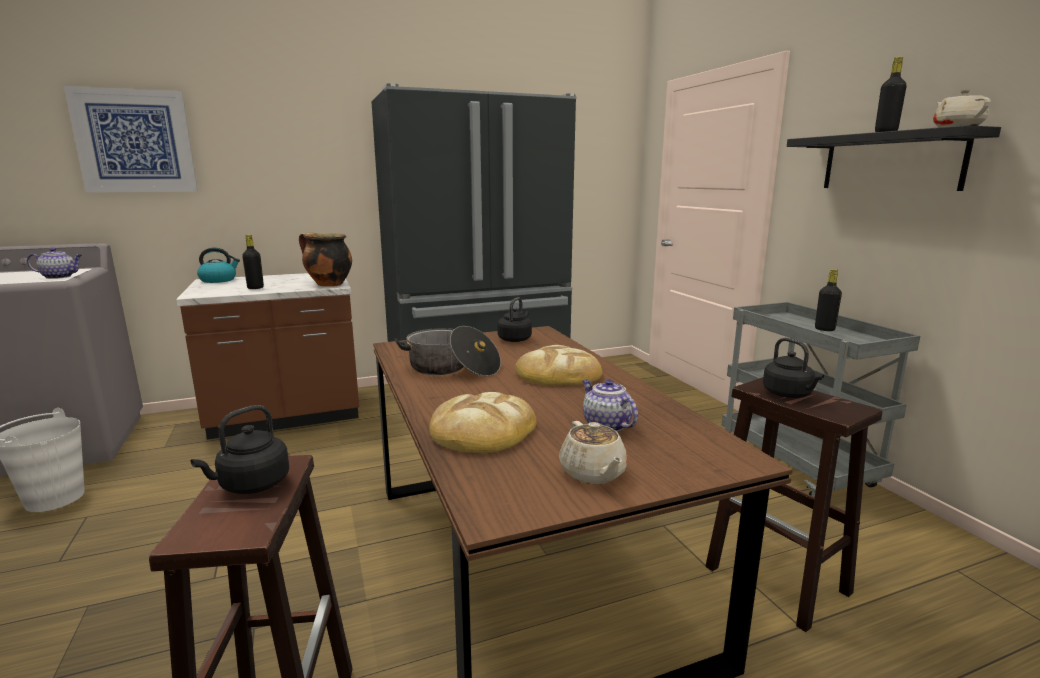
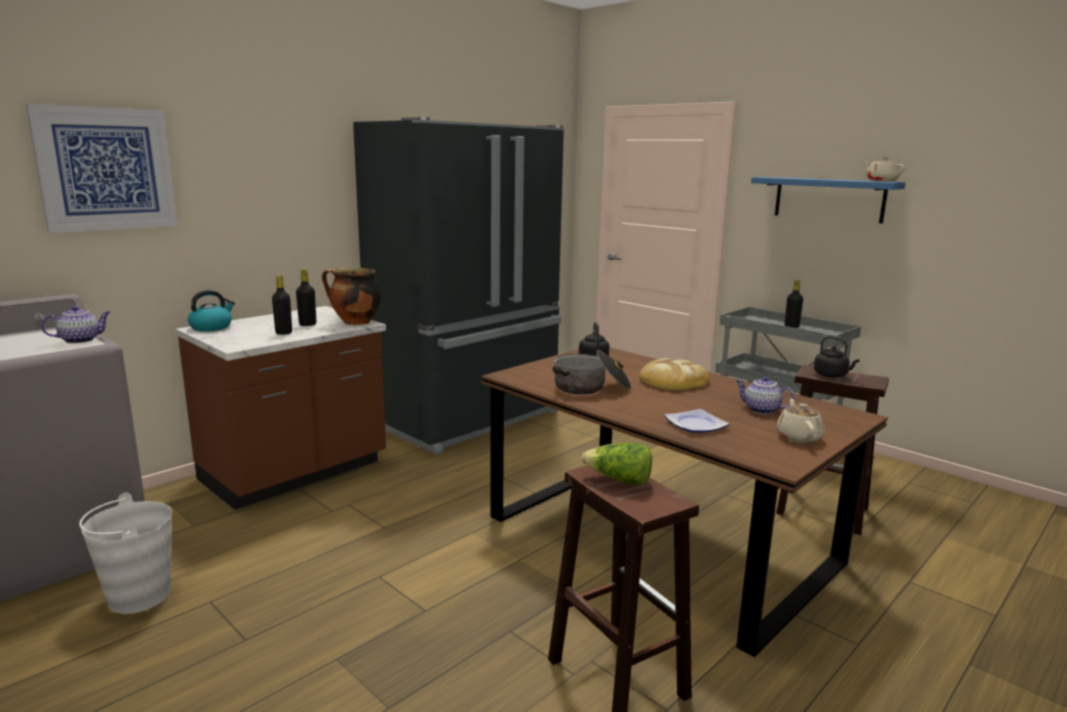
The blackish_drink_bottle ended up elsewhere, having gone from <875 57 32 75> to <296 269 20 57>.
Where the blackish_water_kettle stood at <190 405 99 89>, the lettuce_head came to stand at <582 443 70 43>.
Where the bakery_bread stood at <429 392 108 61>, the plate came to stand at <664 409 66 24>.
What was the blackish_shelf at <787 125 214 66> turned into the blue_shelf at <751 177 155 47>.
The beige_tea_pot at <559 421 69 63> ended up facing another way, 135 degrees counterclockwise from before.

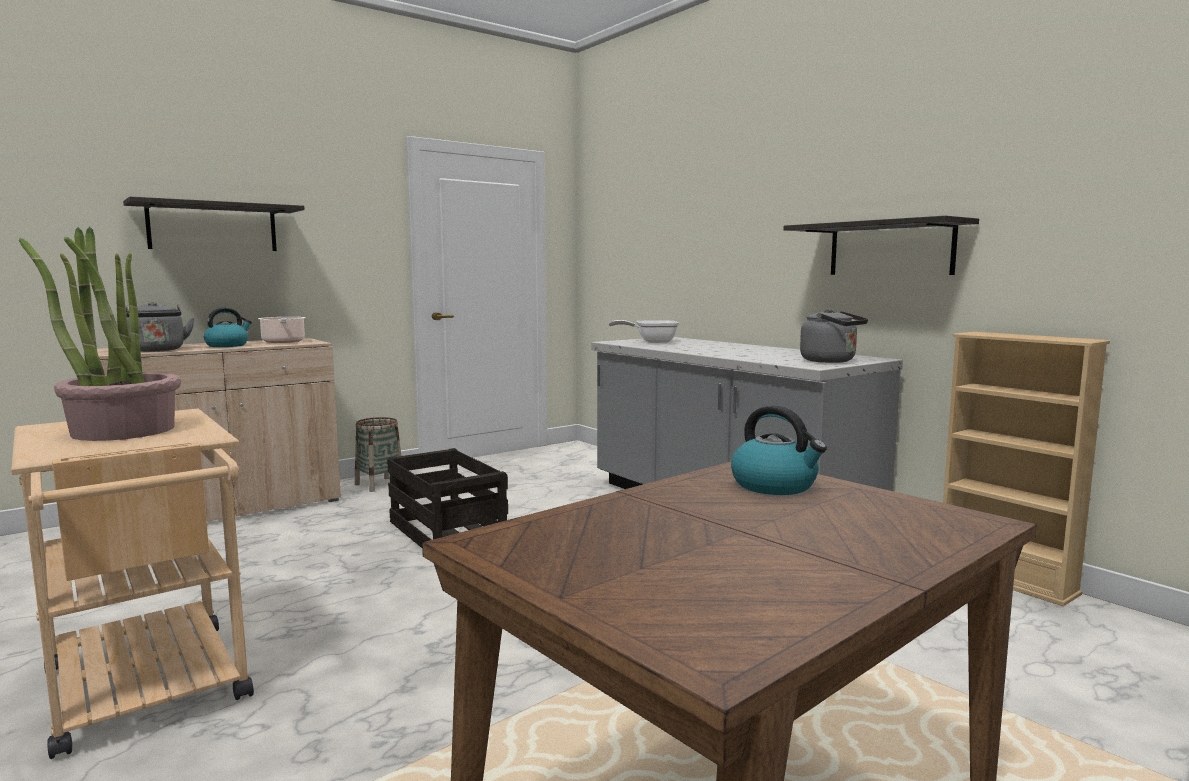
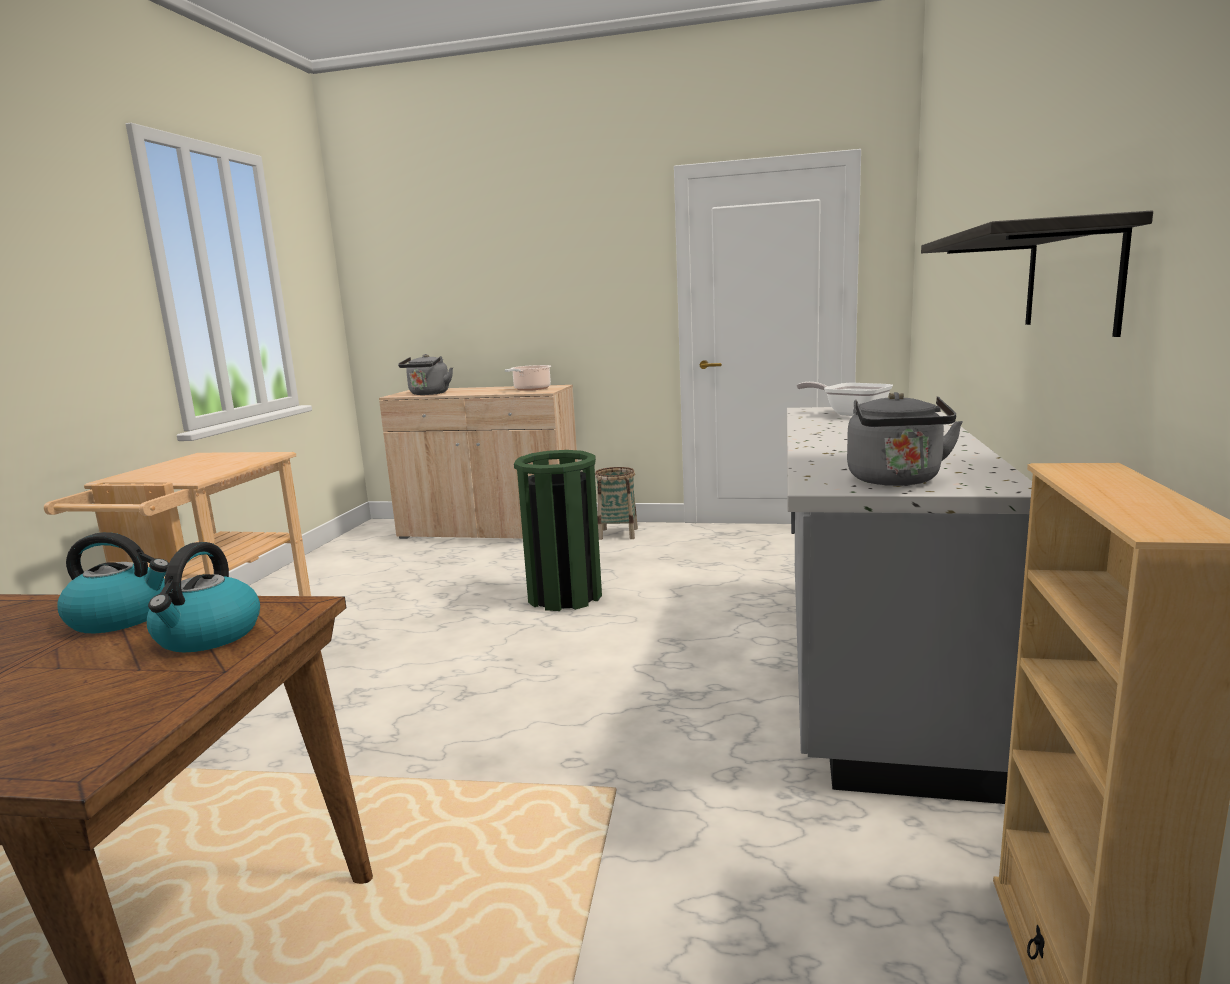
The water_kettle ended up elsewhere, having gone from <204 308 48 39> to <57 532 112 101>.
Where the crate stood at <387 448 121 100>, the green_waste_bin came to stand at <514 450 88 161>.
The second view lost the houseplant at <19 227 162 214>.
The second view lost the shelf at <123 197 182 54>.

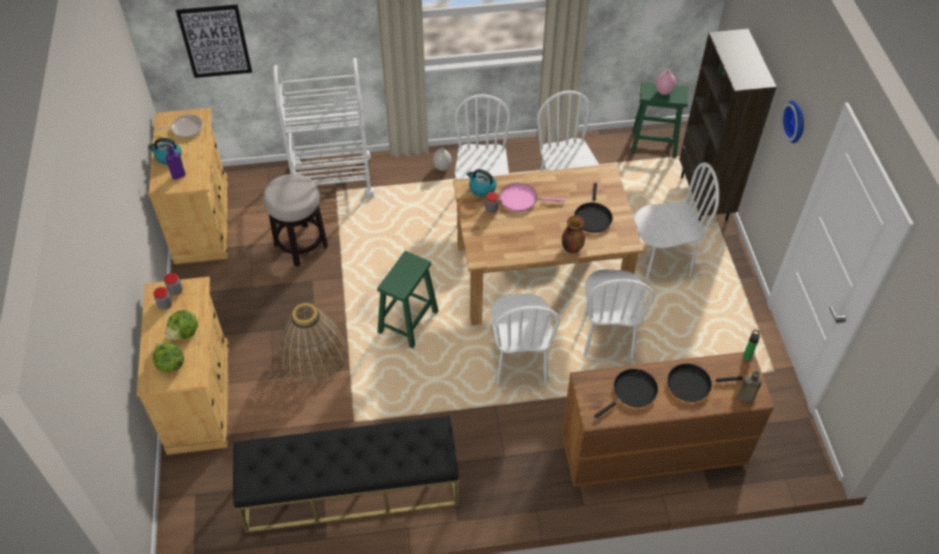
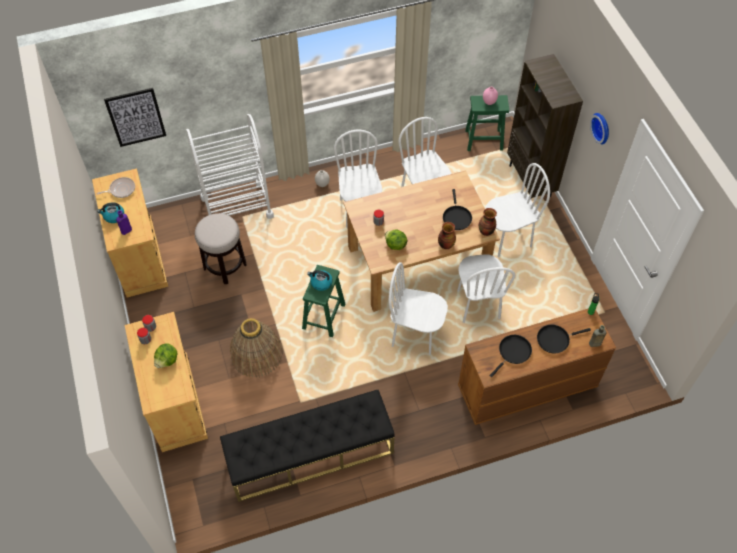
The water_kettle ended up elsewhere, having gone from <467 169 29 28> to <307 270 26 21>.
The lettuce_head ended up elsewhere, having gone from <153 342 31 30> to <385 230 22 20>.
The whitish_chair at <491 294 69 91> ended up facing another way, 120 degrees clockwise from before.
The second view gained the flower_vase at <479 208 18 28>.
The second view lost the pink-coloured_pan at <499 183 66 29>.

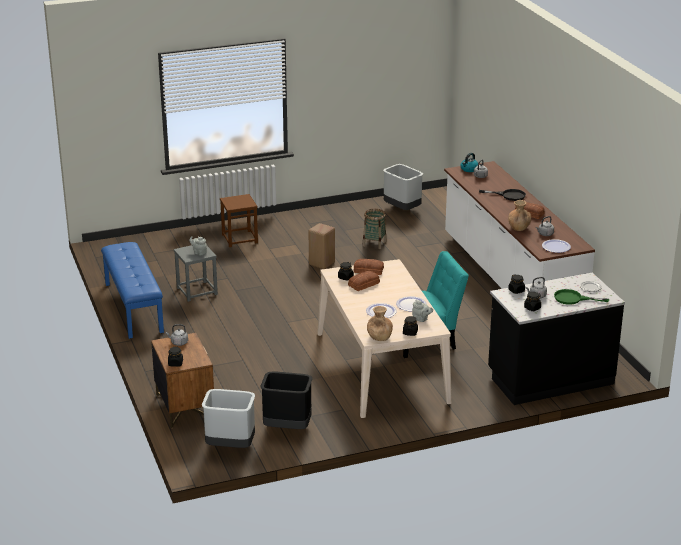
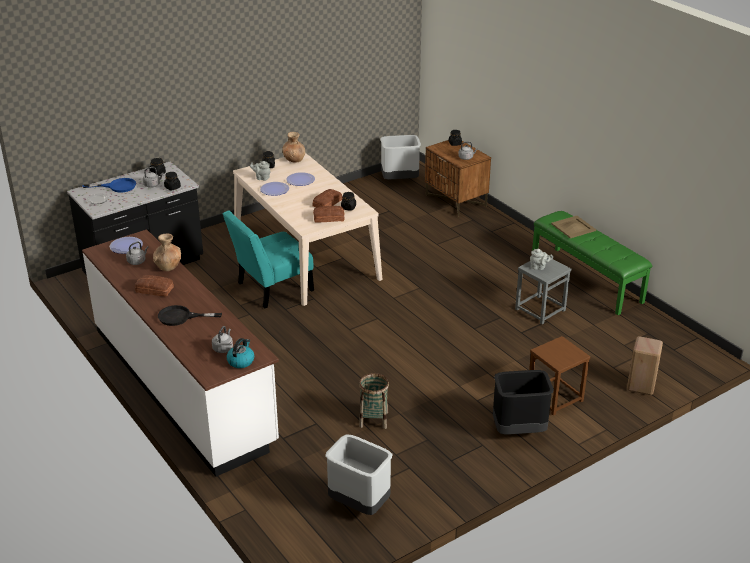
What was the green_pan at <554 289 55 16> turned into the blue_pan at <83 178 53 15>.
The blackish_waste_bin ended up elsewhere, having gone from <260 371 53 58> to <493 370 61 64>.
What was the blue_indoor_bench at <101 242 63 97> turned into the green_indoor_bench at <532 211 120 104>.
The second view gained the beige_serving_tray at <551 216 45 22>.
The beige_sitting_stool ended up elsewhere, having gone from <309 223 26 46> to <627 336 36 59>.

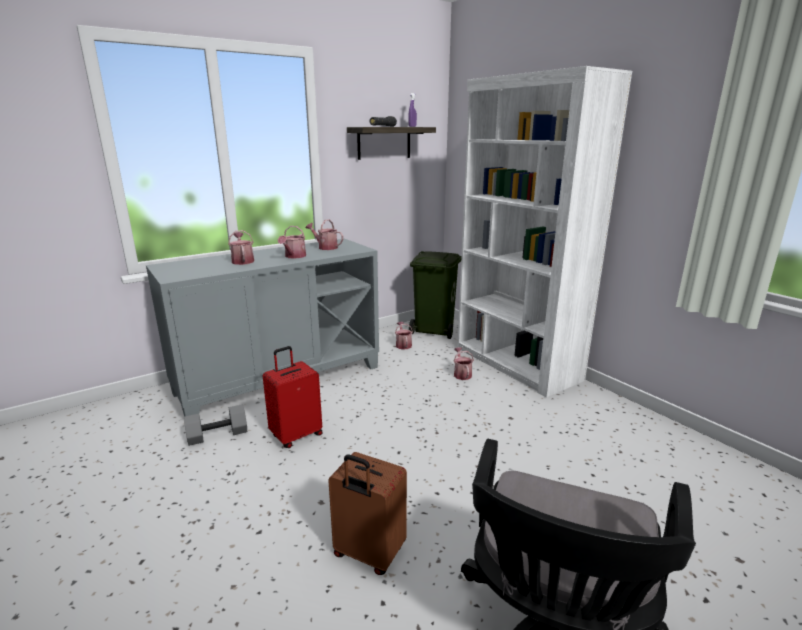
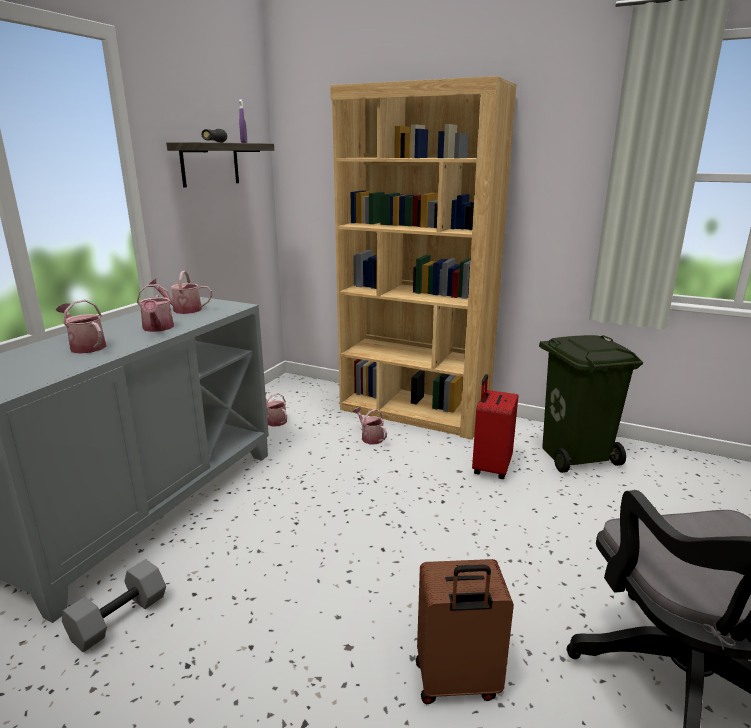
What was the whitish_shelving_unit at <457 66 175 332> turned into the brown-coloured_shelving_unit at <330 76 186 364>.
The red-coloured_suitcase ended up elsewhere, having gone from <263 346 60 102> to <472 374 46 105>.
The green_waste_bin ended up elsewhere, having gone from <409 251 53 88> to <539 335 104 138>.

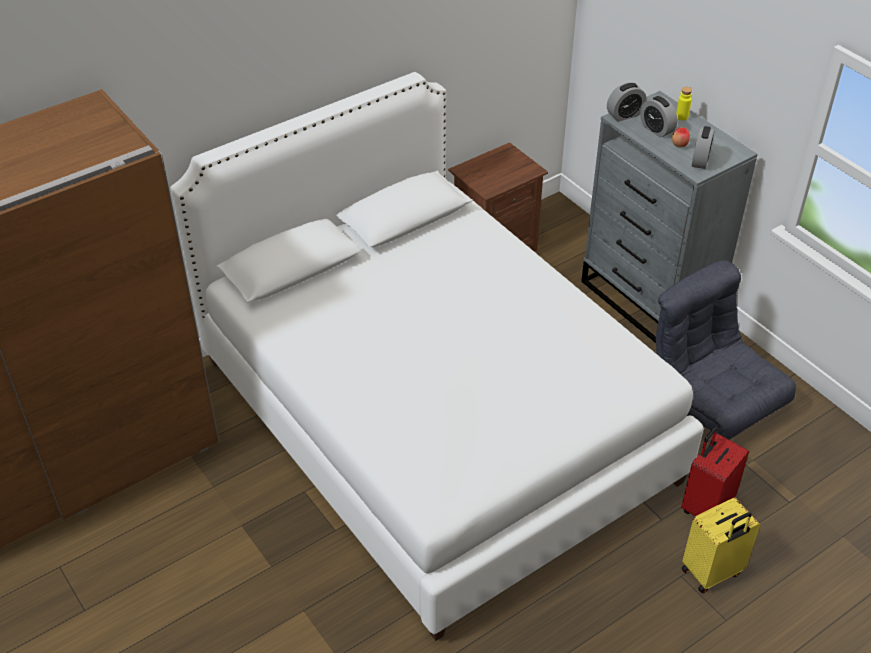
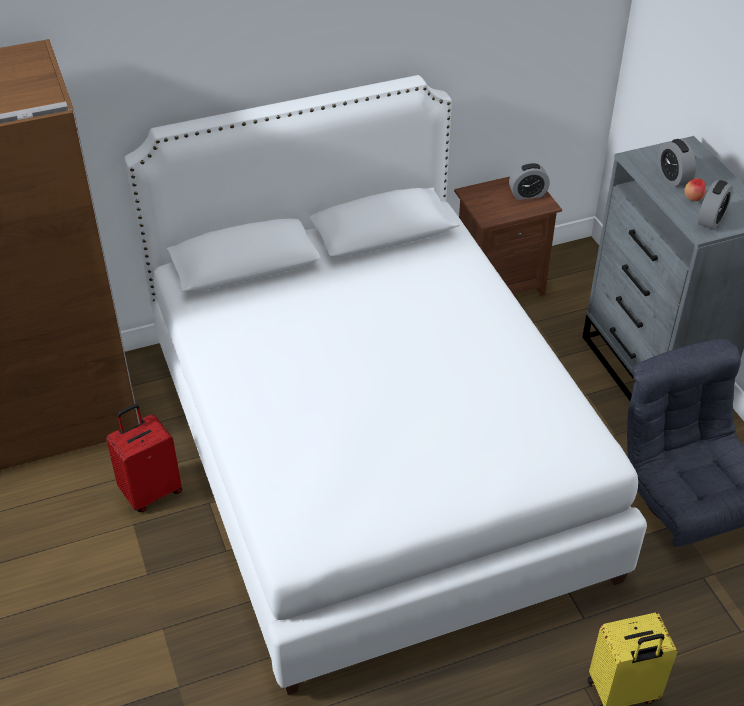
The red-coloured_suitcase ended up elsewhere, having gone from <681 427 68 89> to <106 404 76 108>.
The bedside_clock ended up elsewhere, having gone from <607 82 40 40> to <509 163 41 37>.
The second view lost the yellow-coloured_drink_bottle at <676 87 16 34>.

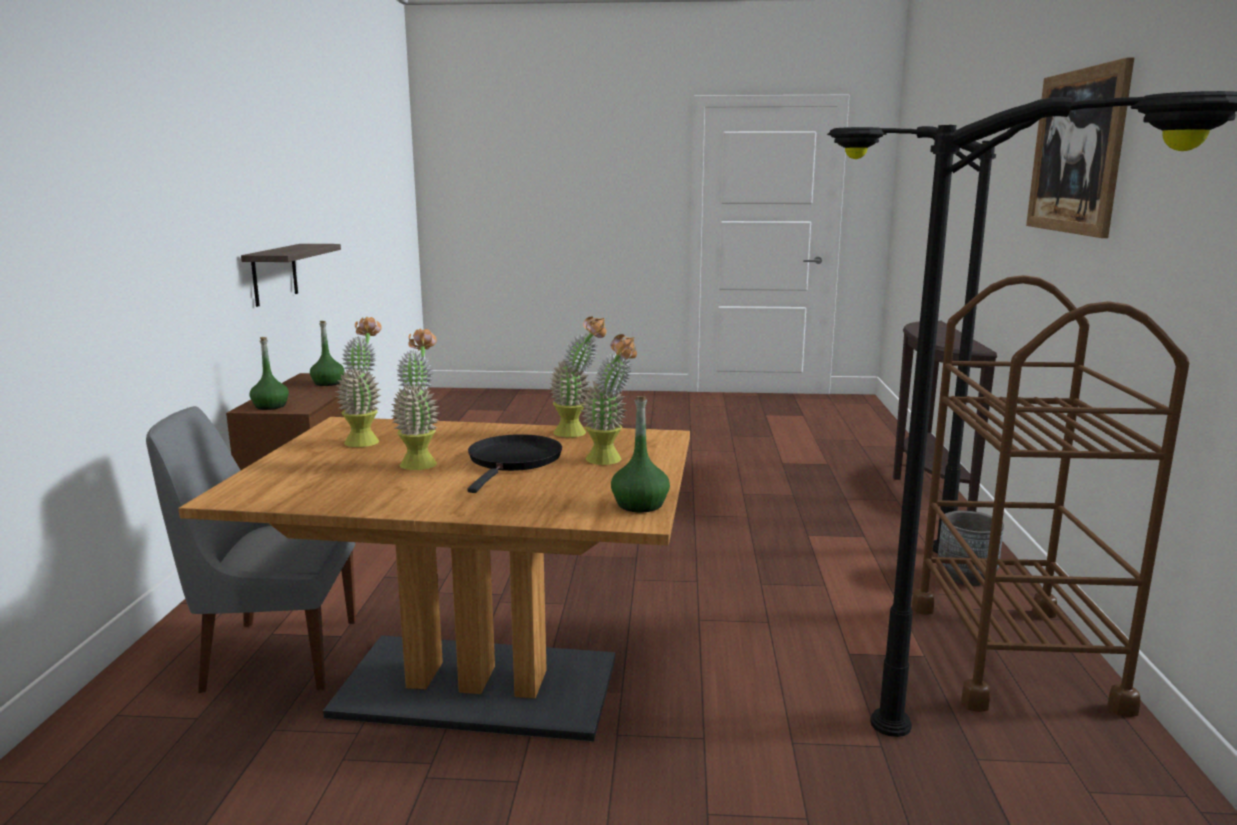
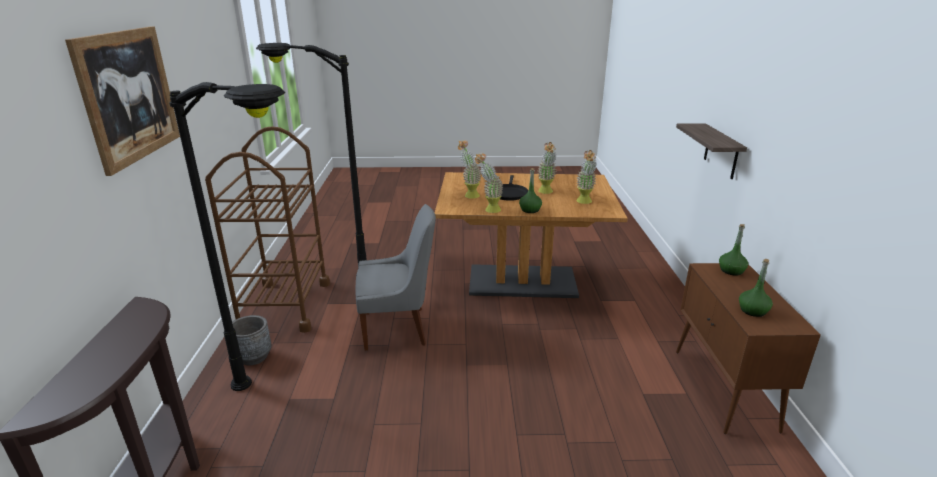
The grey_chair ended up elsewhere, having gone from <146 406 210 287> to <355 204 81 147>.
The green_drink_bottle ended up elsewhere, having gone from <611 396 59 116> to <519 168 23 45>.
The shelf ended up elsewhere, having gone from <241 244 100 63> to <676 123 71 56>.

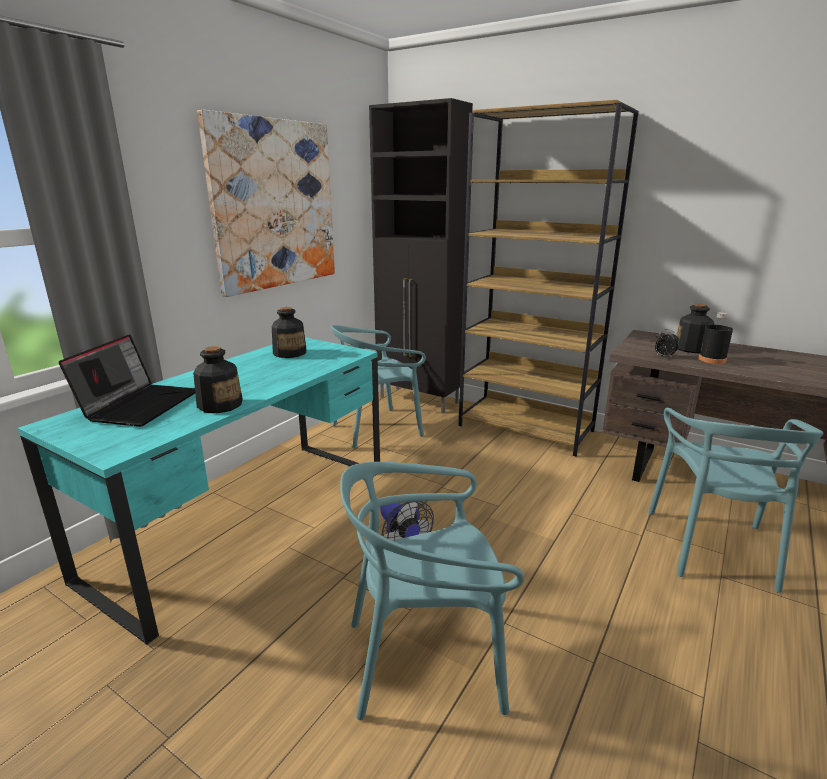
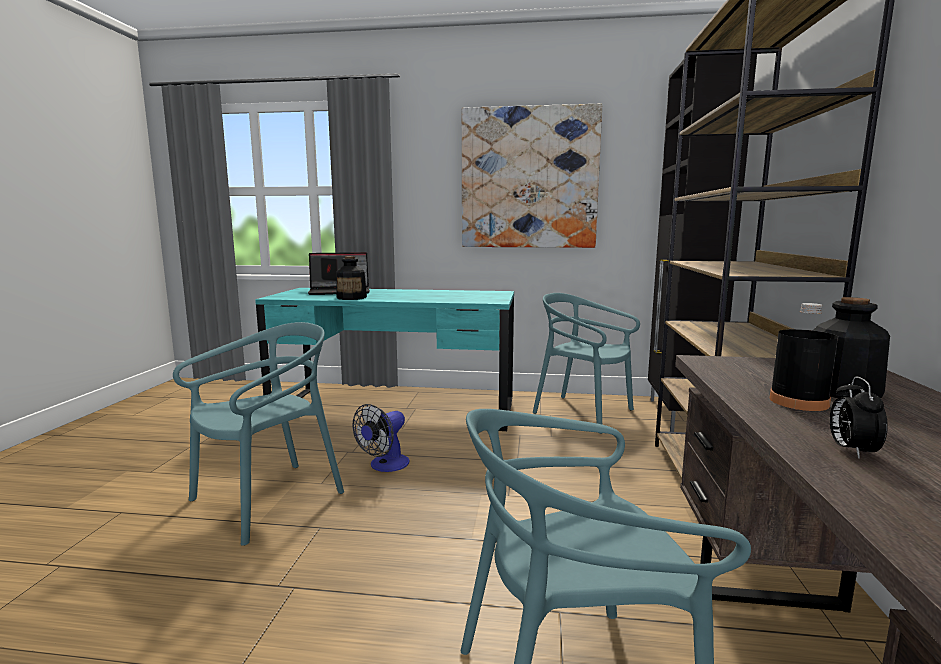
The blue-green_chair at <340 462 184 258> ended up facing another way, 75 degrees clockwise from before.
The bedside_clock ended up elsewhere, having gone from <655 329 24 29> to <830 377 58 82>.
The second view lost the drink_bottle at <272 307 35 51>.

